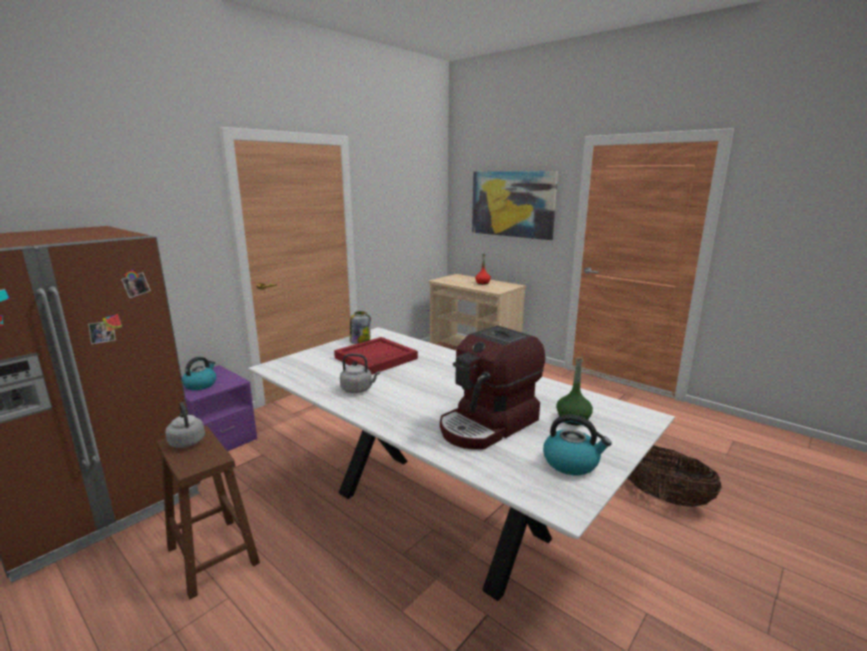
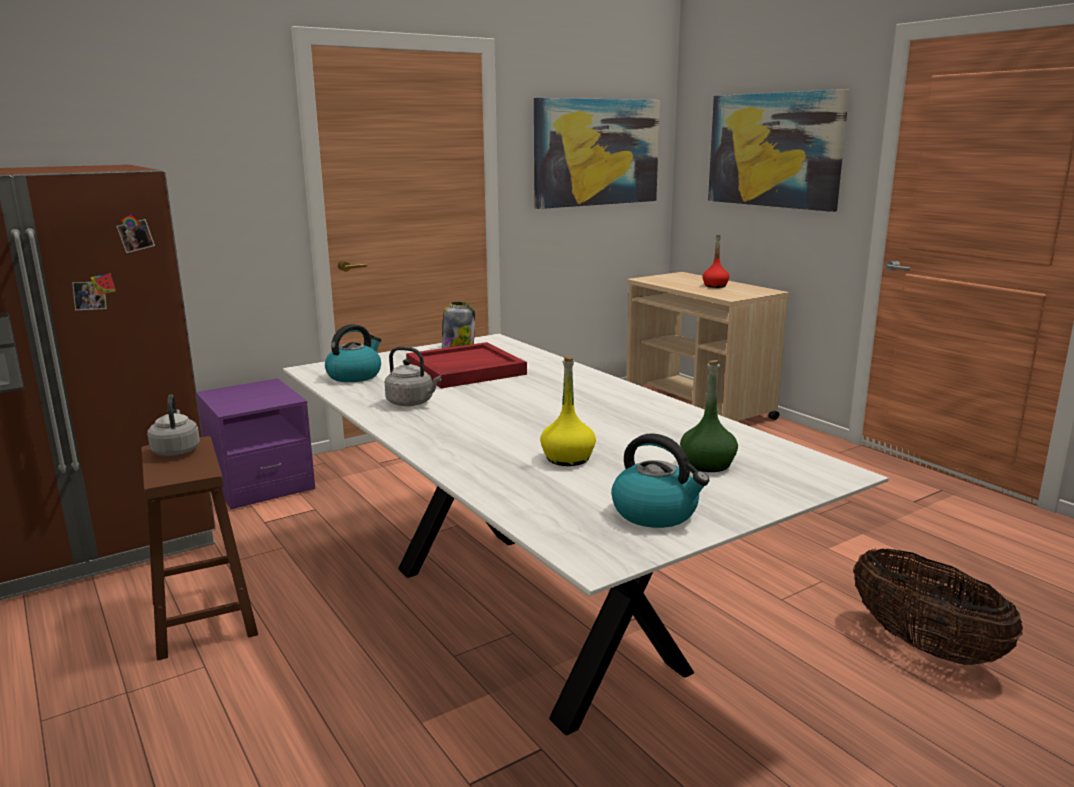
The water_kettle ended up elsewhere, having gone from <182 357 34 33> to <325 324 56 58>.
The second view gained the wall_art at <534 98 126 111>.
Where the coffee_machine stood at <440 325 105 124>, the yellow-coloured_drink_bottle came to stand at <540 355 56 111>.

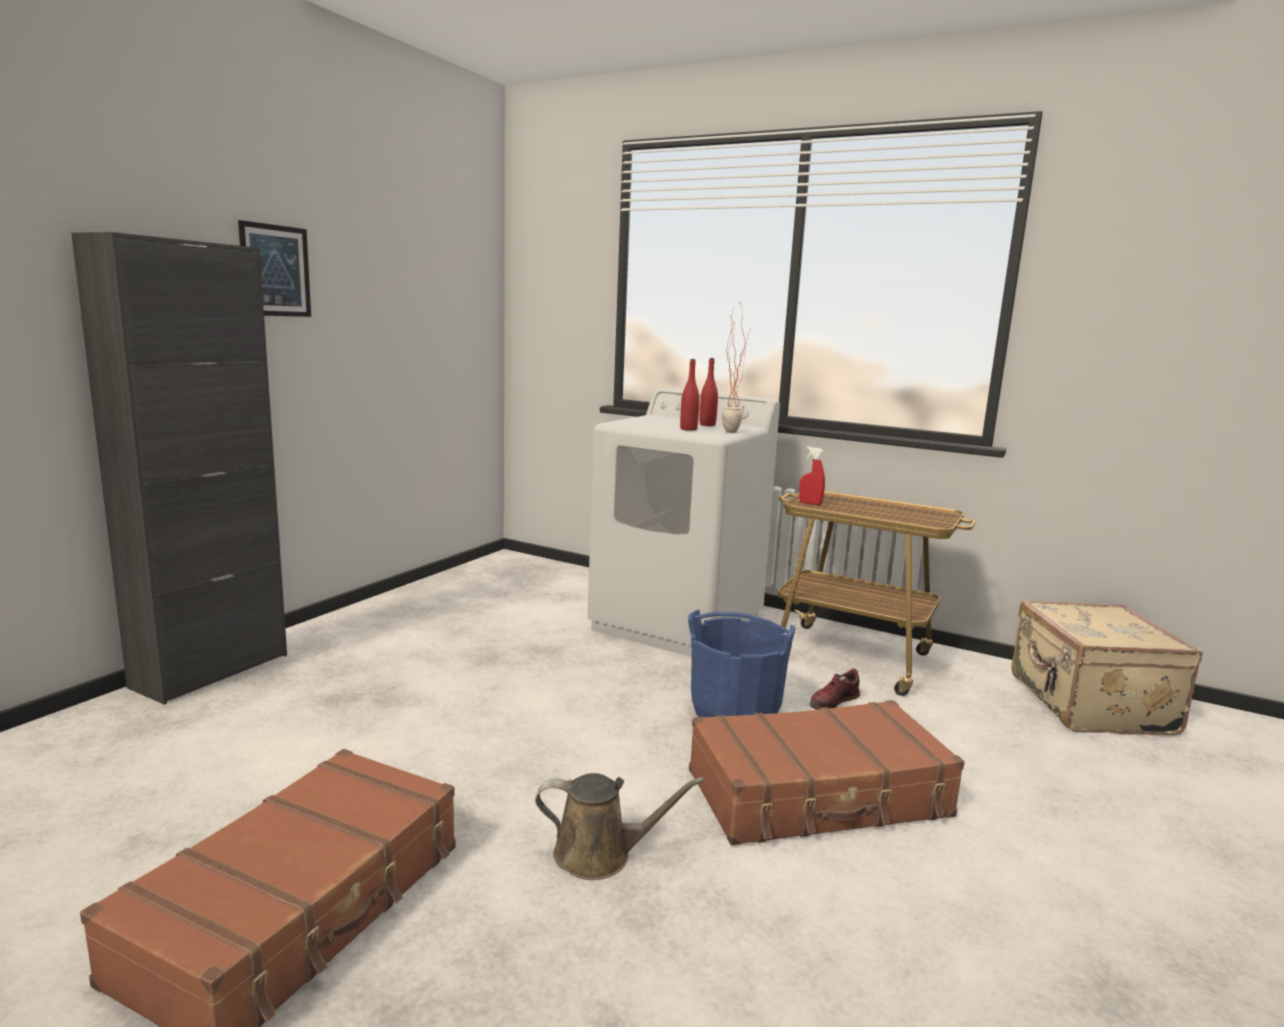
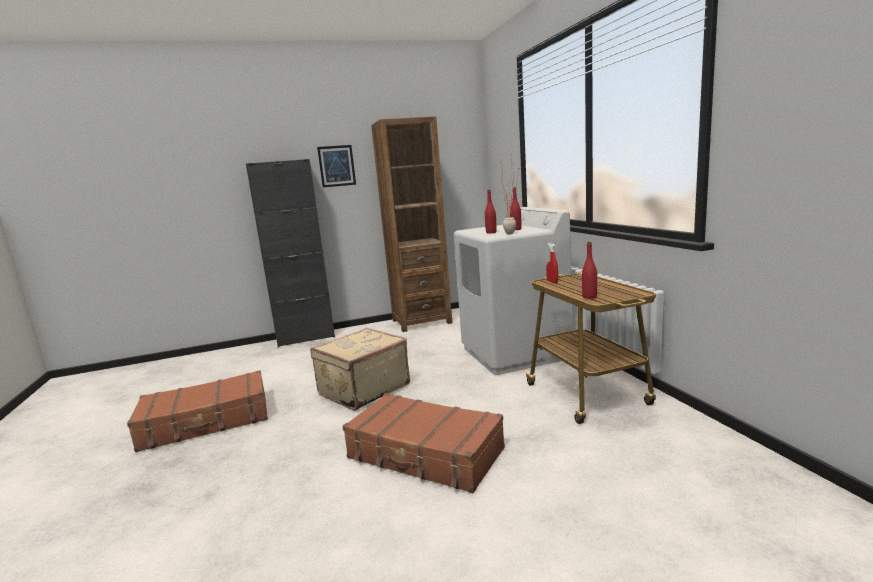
The beige_suitcase ended up elsewhere, having gone from <1012 600 191 135> to <310 328 100 83>.
The second view gained the brown-coloured_shelving_unit at <371 117 81 215>.
The second view gained the red-coloured_drink_bottle at <582 242 15 57>.
The second view lost the brown-coloured_watering_can at <535 773 169 107>.
The second view lost the blue_pail at <688 610 108 108>.
The second view lost the low_shoe at <809 668 51 42>.

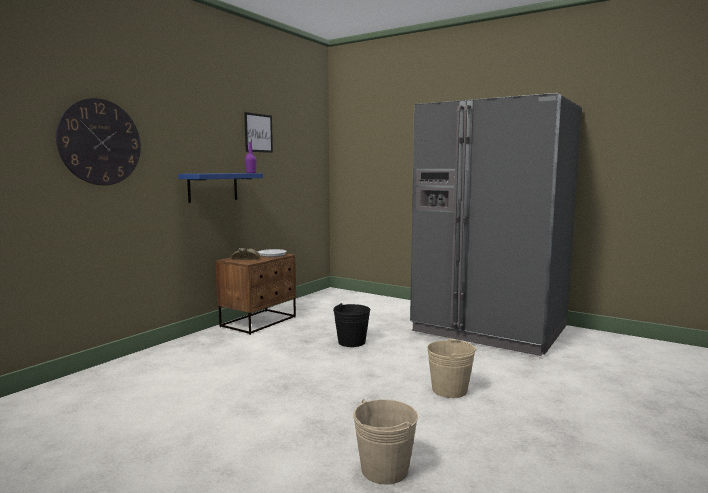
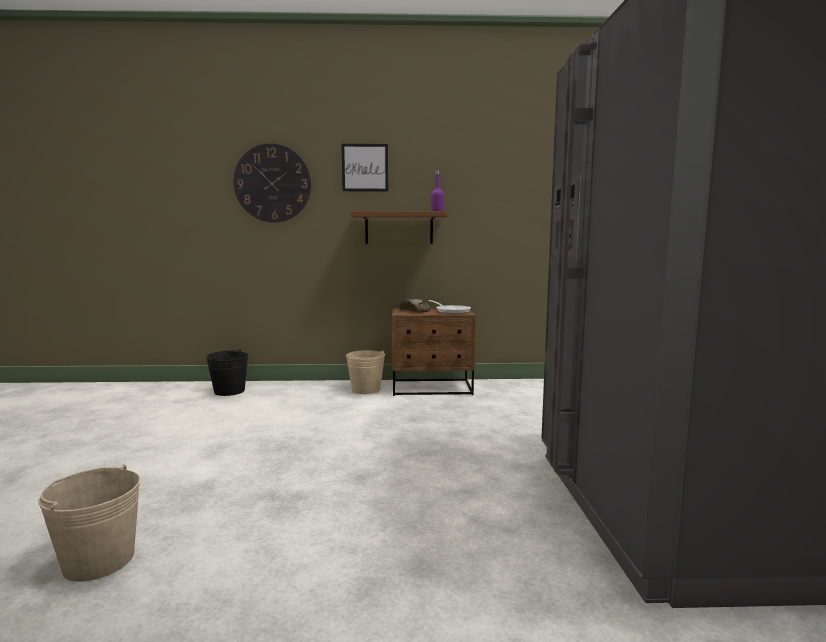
The blackish_pail ended up elsewhere, having gone from <333 303 37 44> to <206 349 42 47>.
The wall_art ended up elsewhere, having gone from <244 112 29 41> to <342 144 46 48>.
The beige_pail ended up elsewhere, having gone from <427 338 50 60> to <346 350 39 44>.
What was the blue_shelf at <178 173 85 30> turned into the brown-coloured_shelf at <351 211 96 33>.

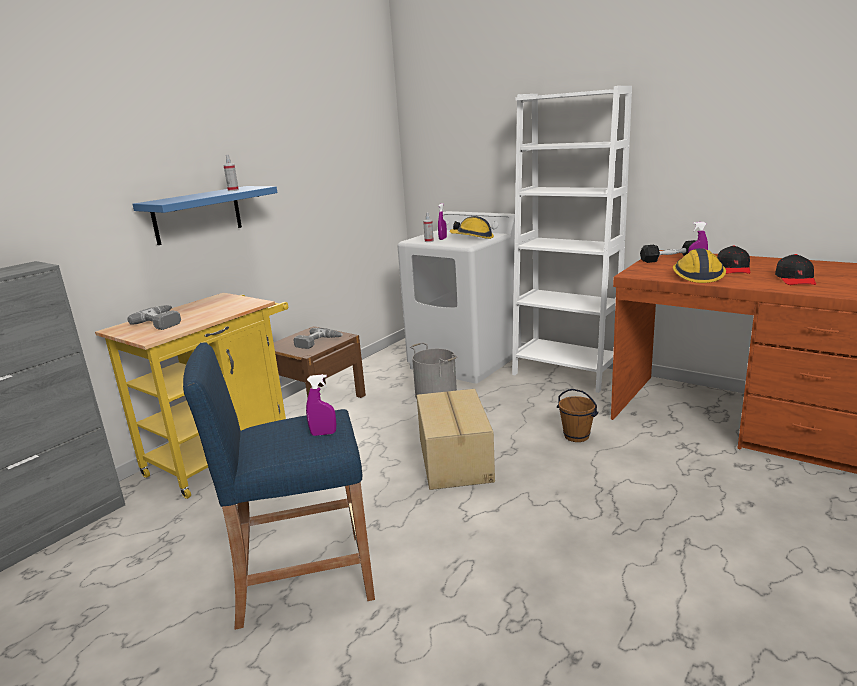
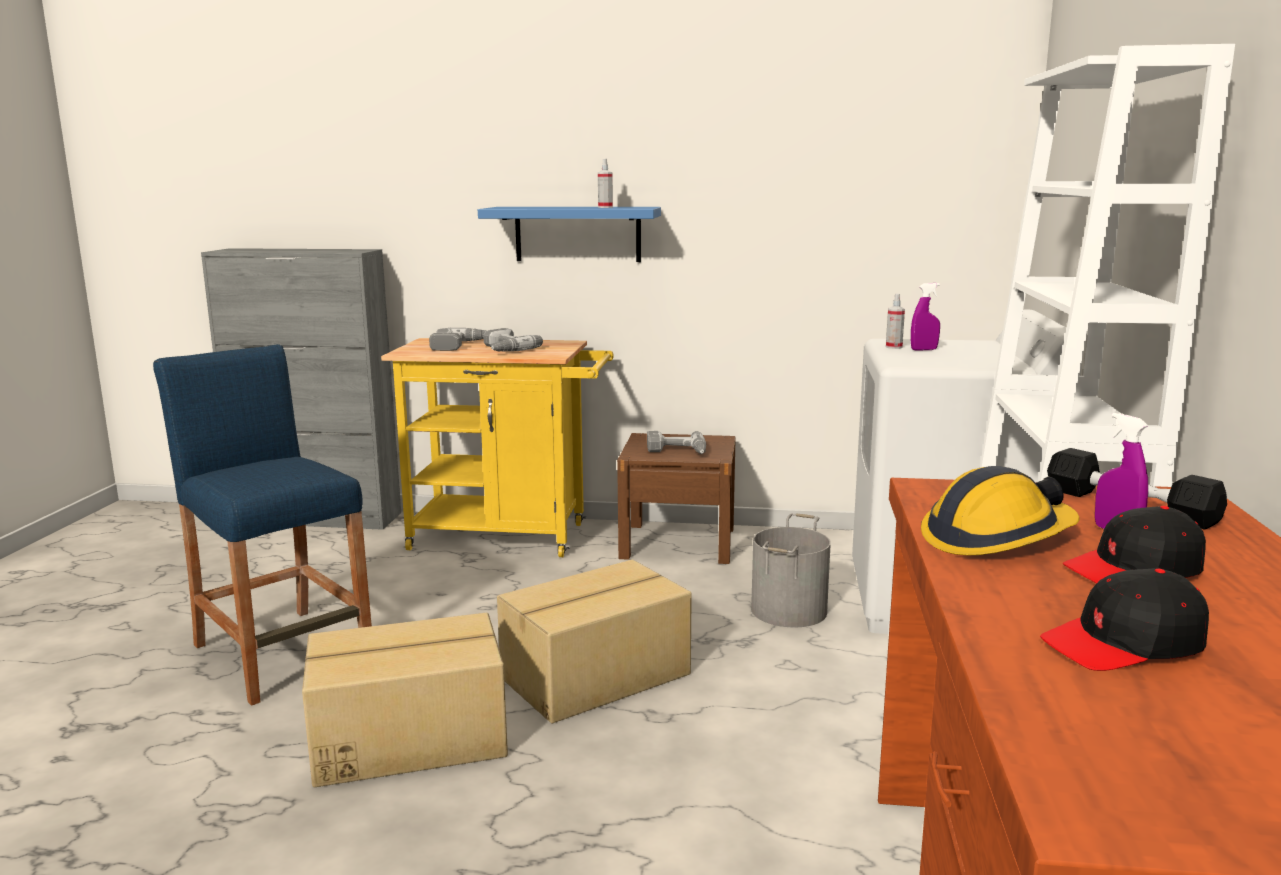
The second view gained the carton at <302 613 206 174>.
The second view gained the power_drill at <483 328 60 24>.
The second view lost the purple-coloured_spray_bottle at <306 374 30 62>.
The second view lost the work_helmet at <450 216 44 23>.
The second view lost the brown-coloured_pail at <557 389 41 53>.

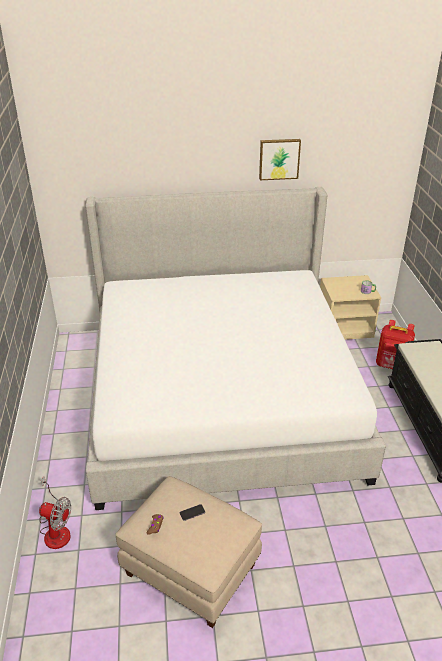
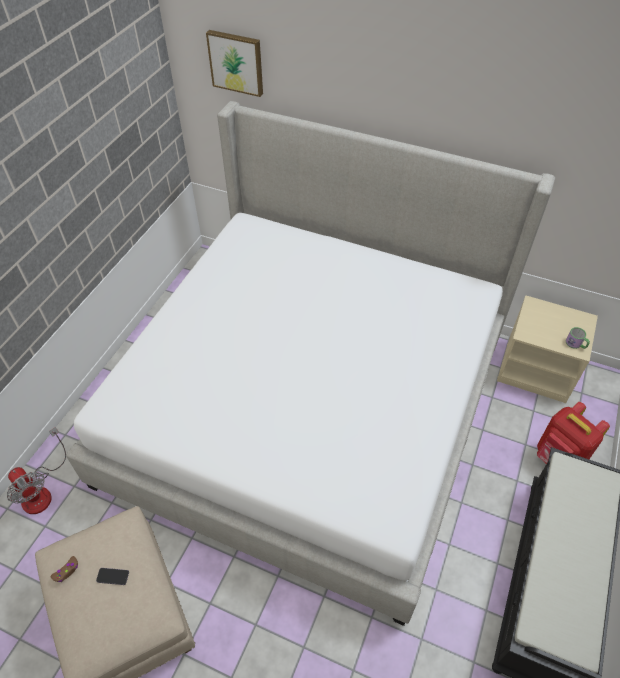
The wall_art ended up elsewhere, having gone from <259 139 42 41> to <206 30 57 67>.

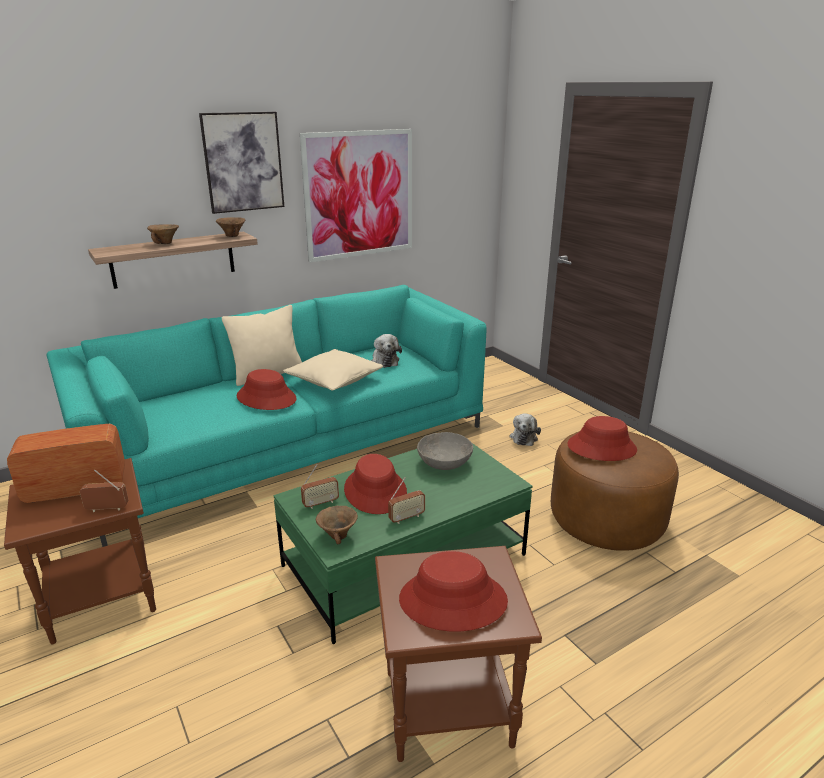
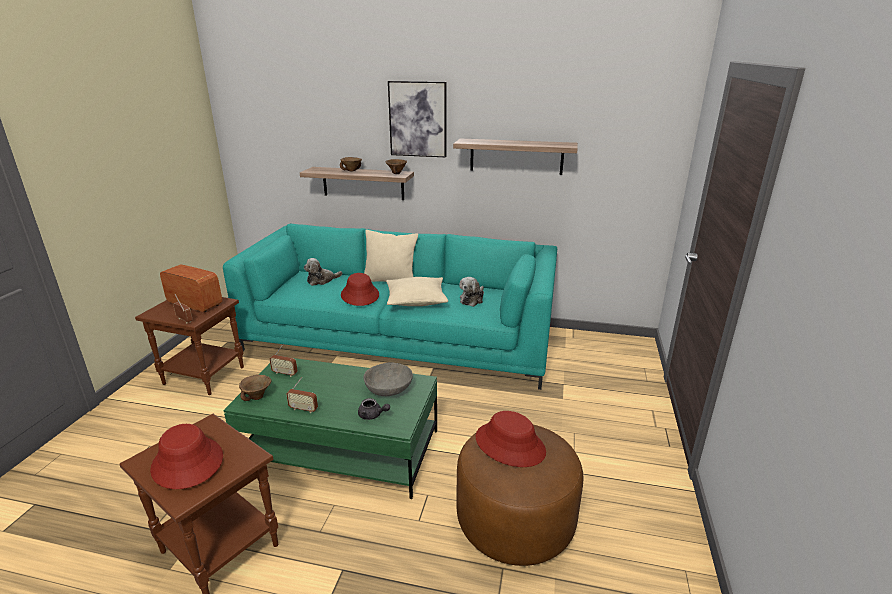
The plush_toy ended up elsewhere, having gone from <510 413 31 33> to <304 258 38 28>.
The second view gained the grey_tea_pot at <358 398 32 22>.
Where the wall_art hung at <300 129 112 133>, the shelf came to hang at <453 139 125 36>.
The second view lost the red-coloured_wearable_hat at <344 454 63 60>.

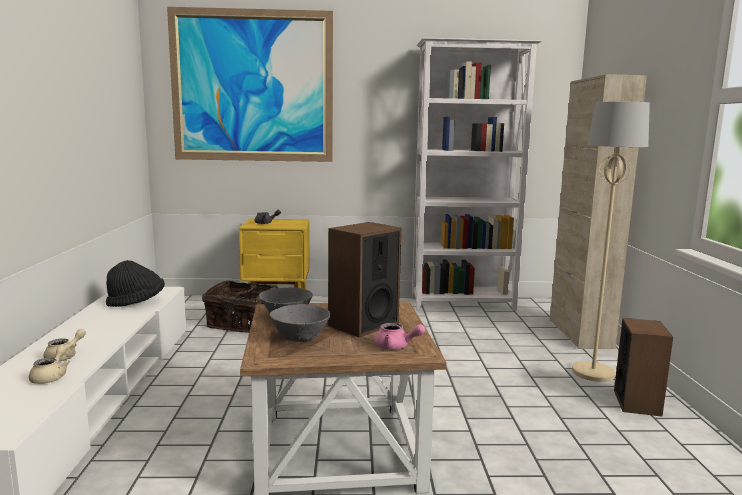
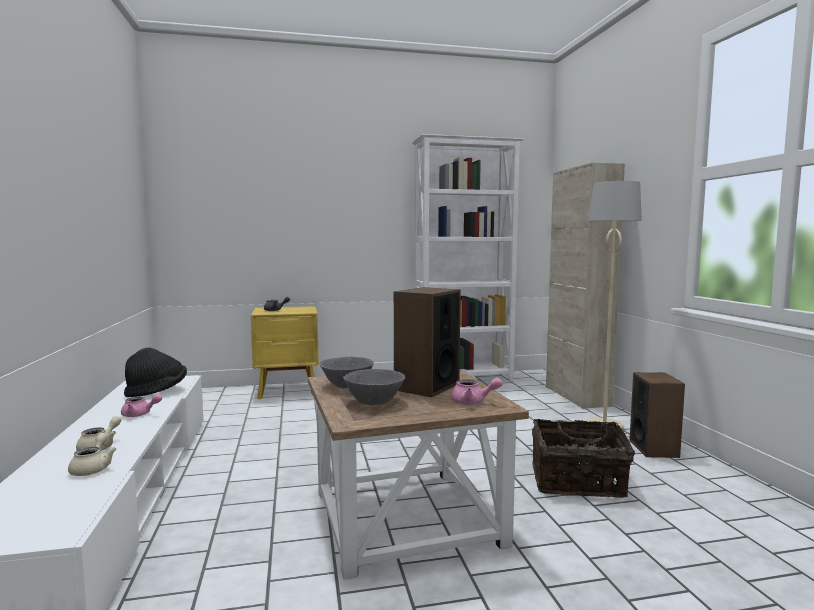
The second view gained the pink-coloured_tea_pot at <121 394 41 23>.
The basket ended up elsewhere, having gone from <202 280 76 53> to <532 419 103 79>.
The second view lost the wall_art at <167 7 166 155>.

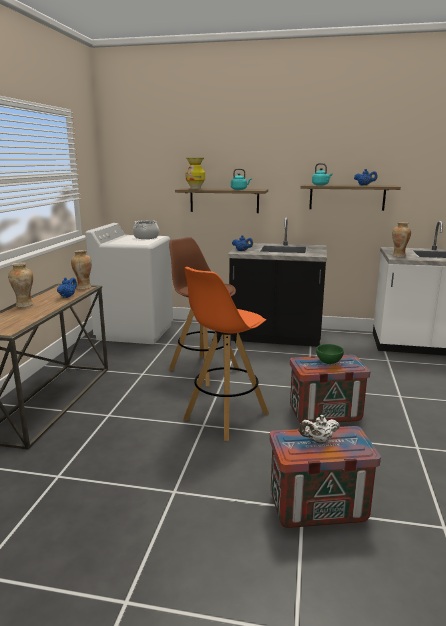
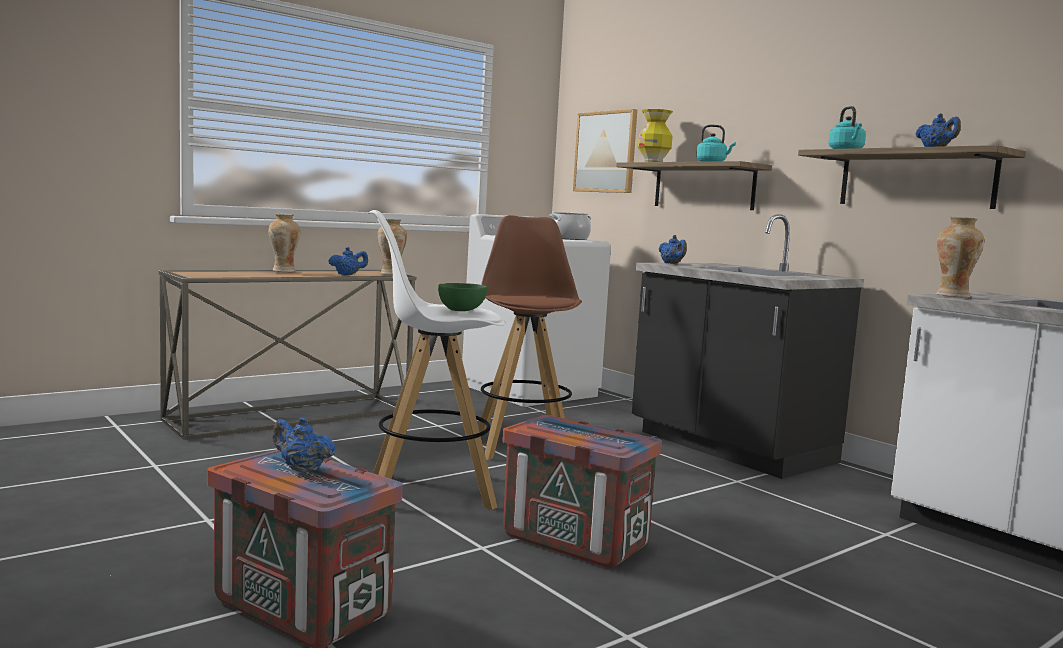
What was the whitish_tea_pot at <299 415 41 29> turned into the blue_tea_pot at <272 417 64 56>.
What was the orangey_sitting_stool at <183 267 86 174> turned into the whitish_sitting_stool at <368 210 138 300>.
The green_deep_dish ended up elsewhere, having gone from <316 344 28 20> to <438 283 49 28>.
The second view gained the wall_art at <573 109 64 84>.

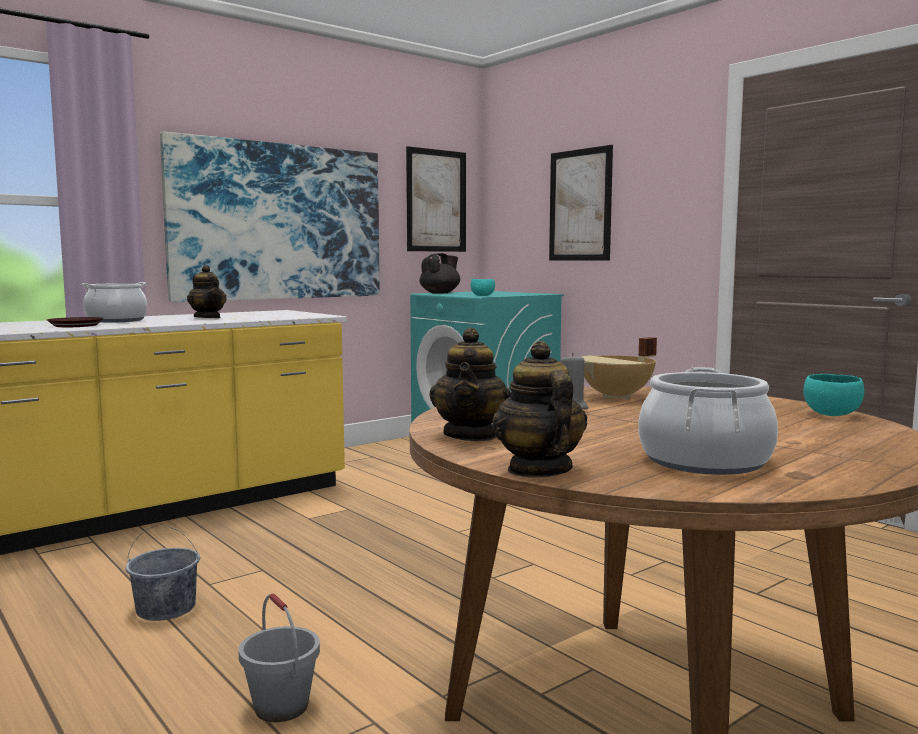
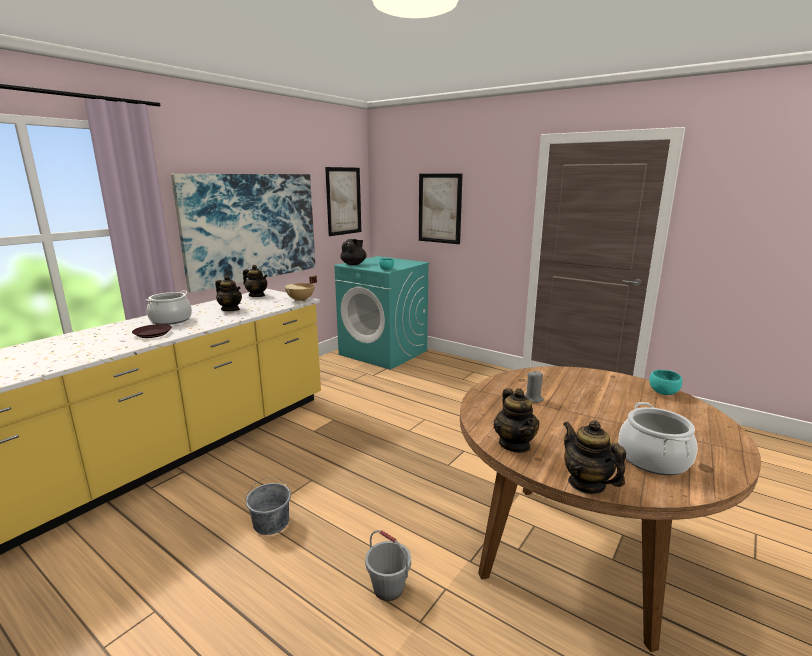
The second view gained the tea_pot at <243 265 25 32>.
The beige_saucepot ended up elsewhere, having gone from <582 337 75 63> to <285 276 32 26>.

